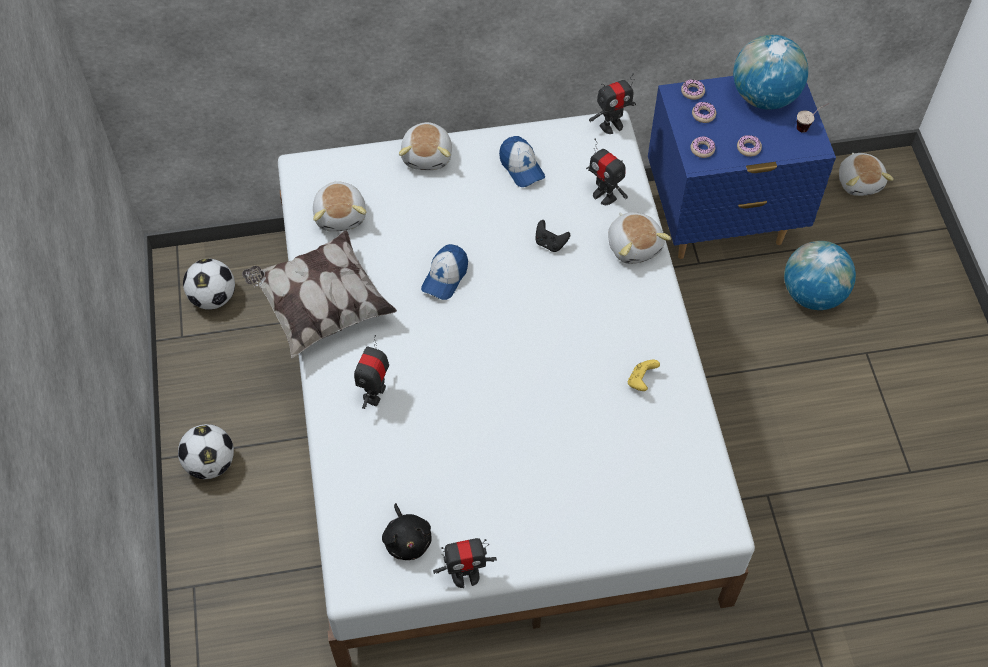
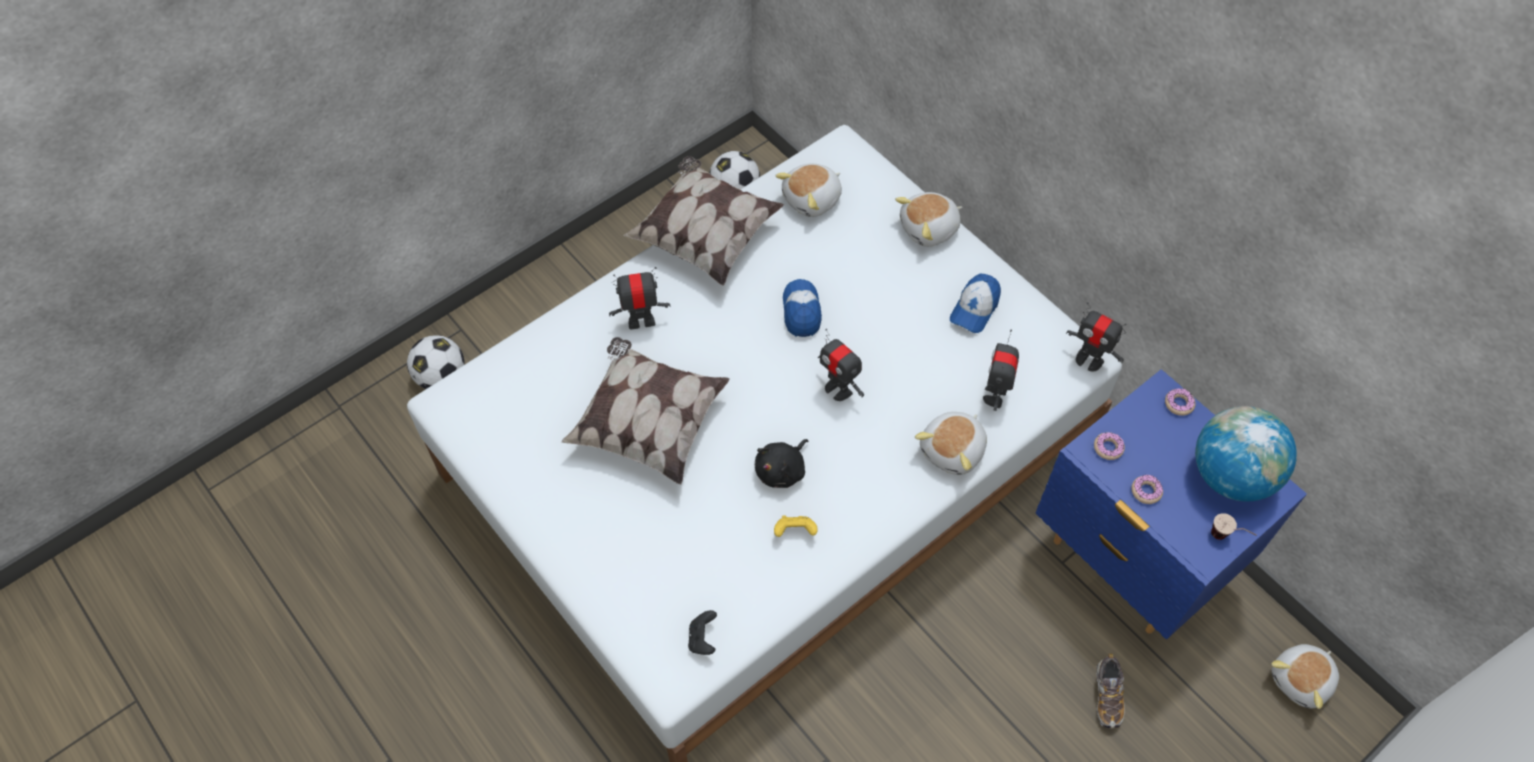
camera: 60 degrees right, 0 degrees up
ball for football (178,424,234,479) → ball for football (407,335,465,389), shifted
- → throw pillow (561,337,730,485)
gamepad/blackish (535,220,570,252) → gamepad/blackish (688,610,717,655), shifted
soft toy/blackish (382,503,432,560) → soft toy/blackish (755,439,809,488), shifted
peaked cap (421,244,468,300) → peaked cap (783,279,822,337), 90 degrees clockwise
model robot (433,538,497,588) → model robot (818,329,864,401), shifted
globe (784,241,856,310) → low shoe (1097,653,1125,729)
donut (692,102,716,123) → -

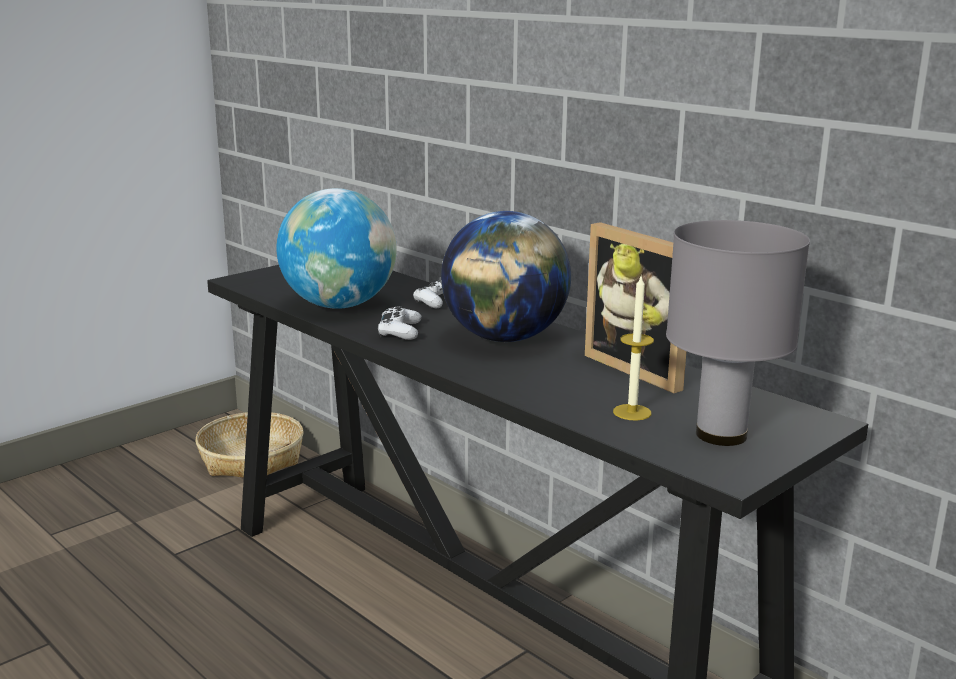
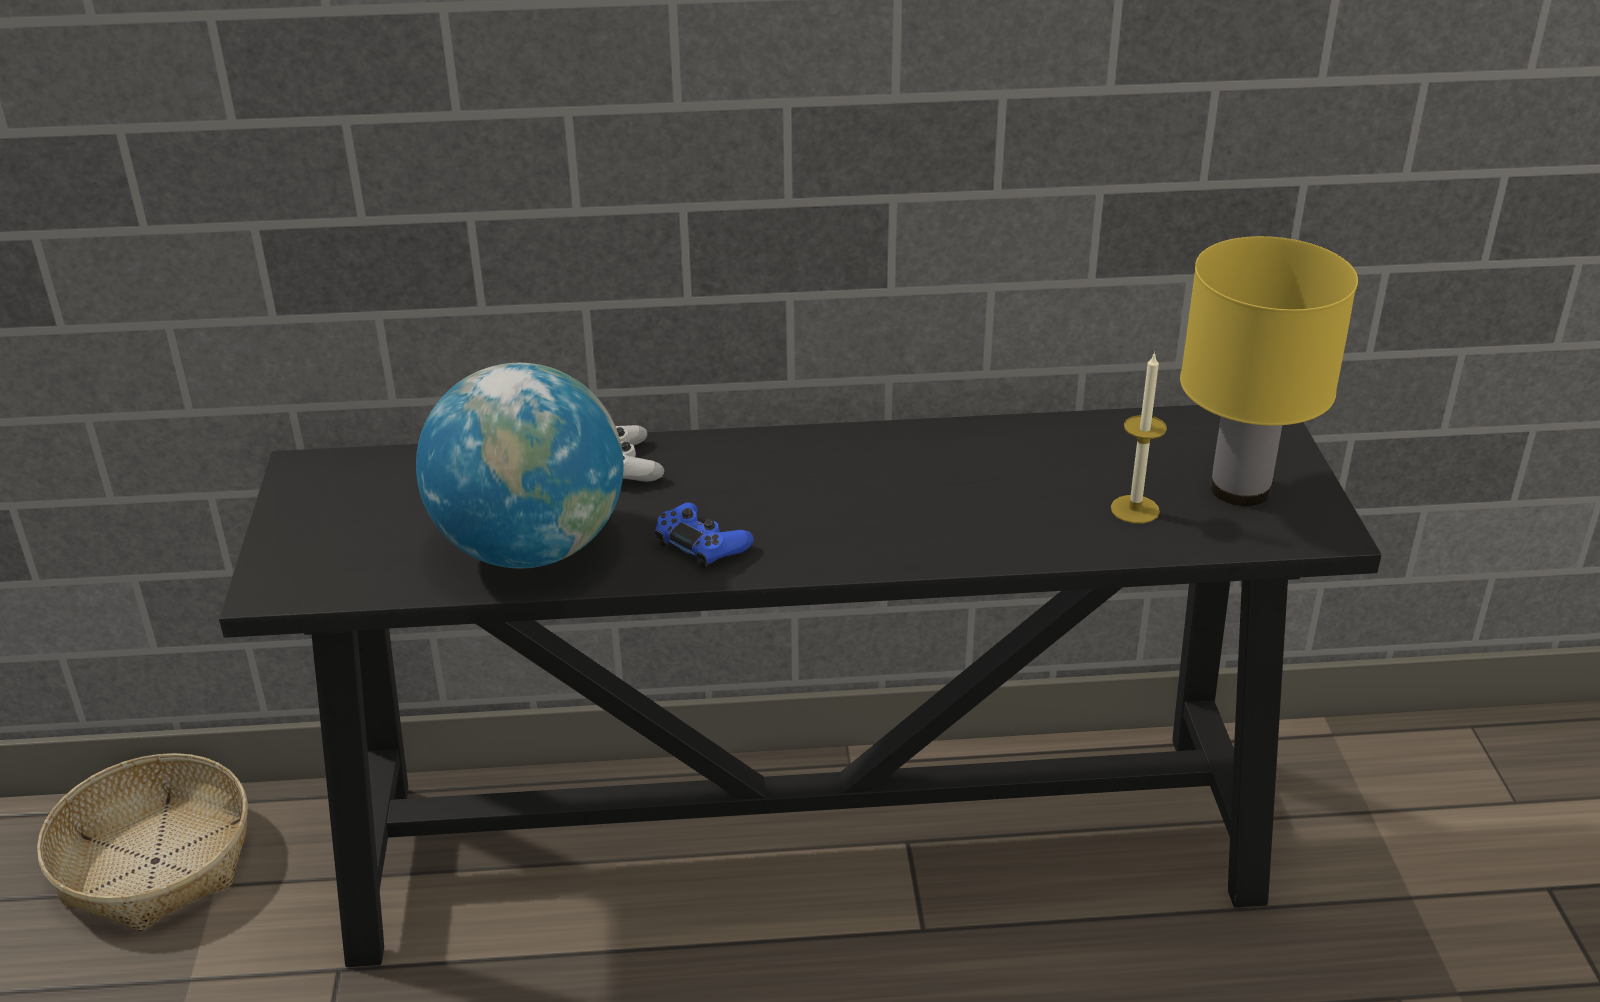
camera: 50 degrees left, 15 degrees up
gamepad/white (378,306,422,340) → gamepad/blue-coloured (655,503,754,568)
table lamp/greyish (666,220,810,446) → table lamp/yellow (1180,236,1358,506)
globe (441,211,571,342) → -
standing frame (585,222,687,393) → -

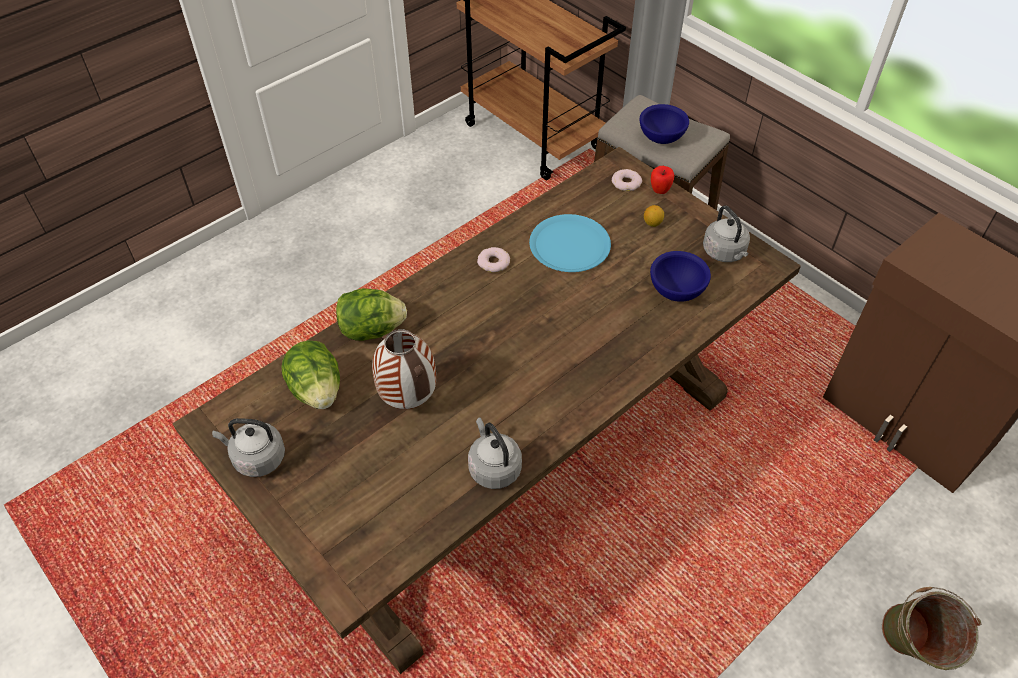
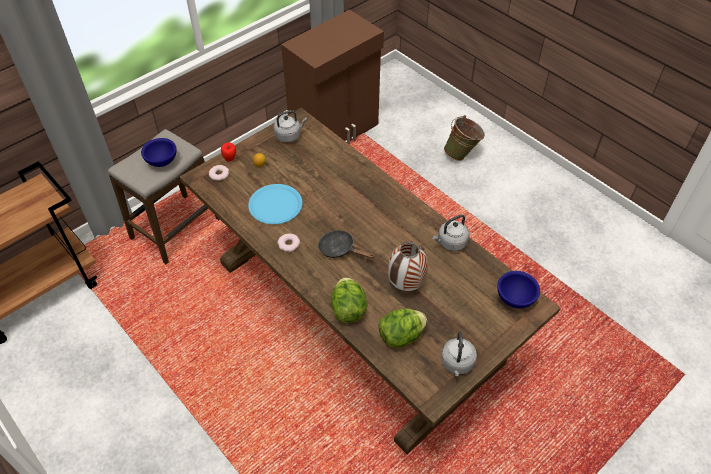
camera: 90 degrees left, 0 degrees up
- → pan/blackish (318,230,375,259)
deep dish/blue-coloured (650,251,711,302) → deep dish/blue-coloured (497,271,540,308), shifted

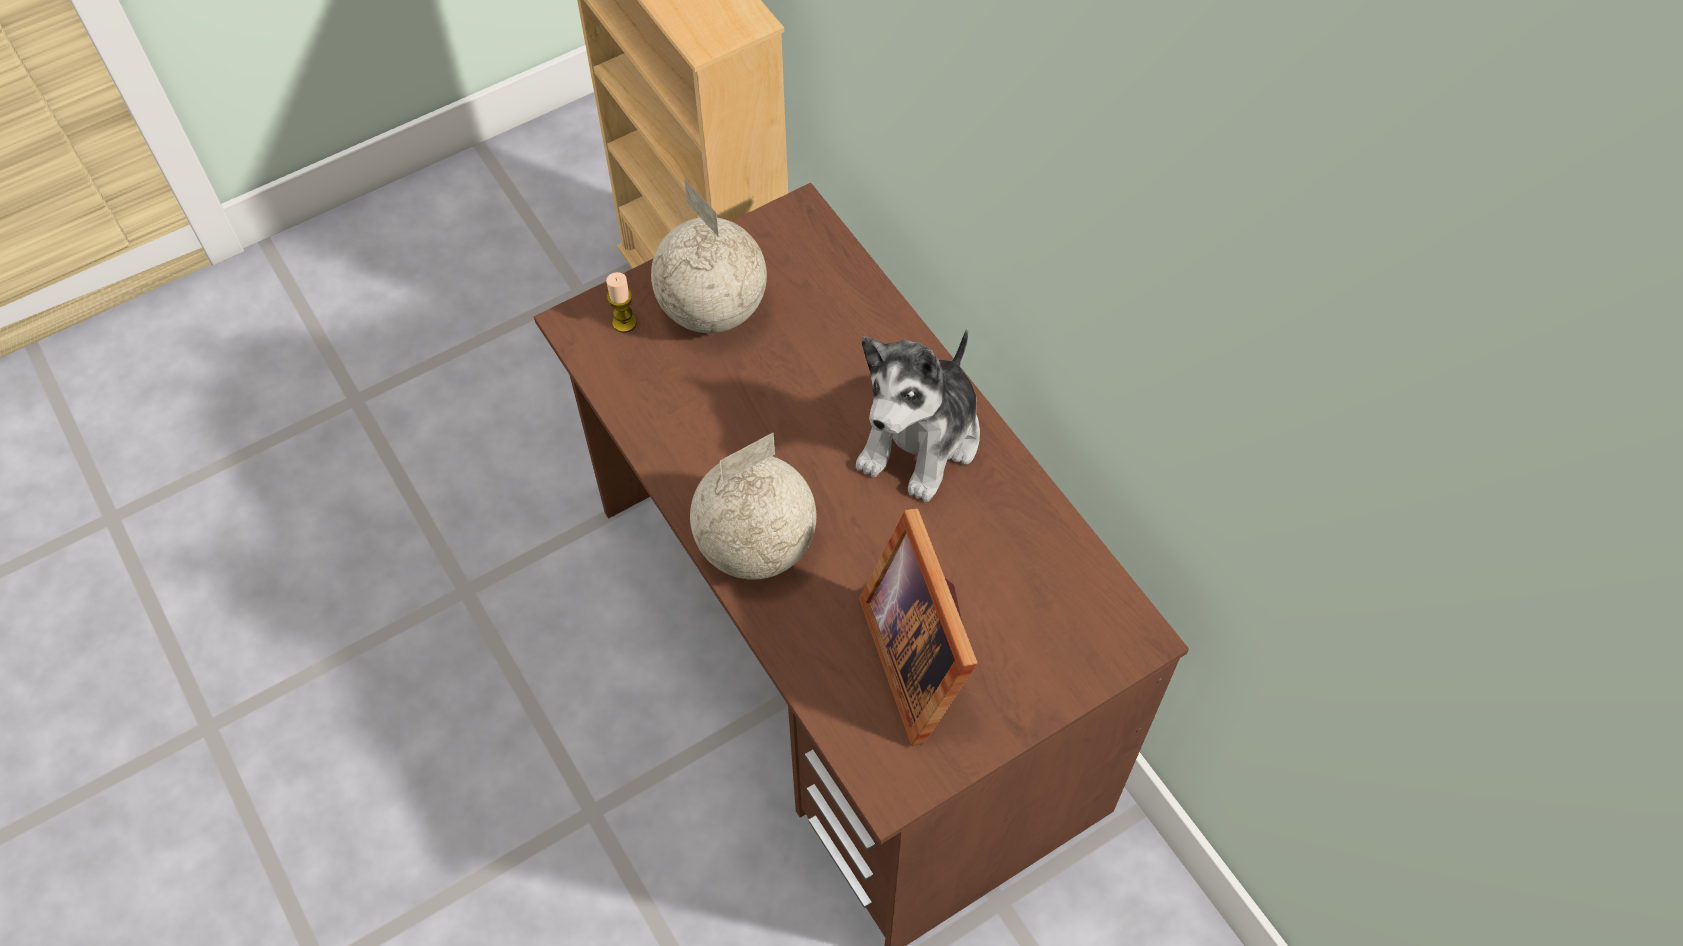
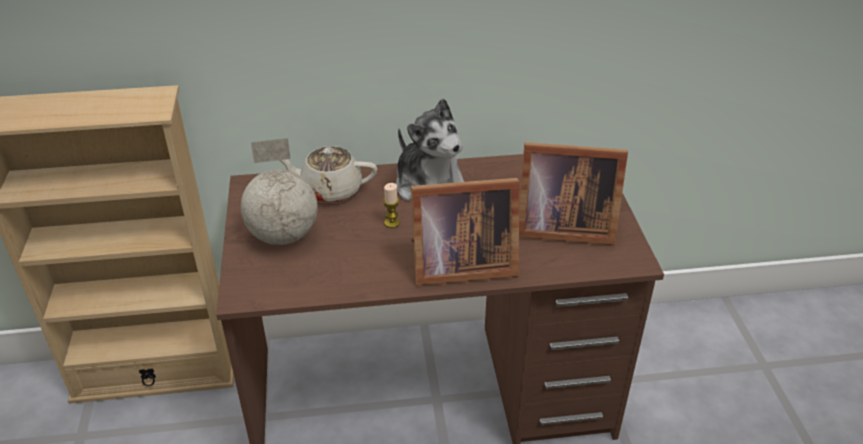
camera: 65 degrees left, 20 degrees down
- → tea pot/beige-coloured (279,146,377,203)
candle (606,272,637,333) → candle (383,183,400,228), shifted
globe (690,432,816,580) → standing frame (411,178,520,285)

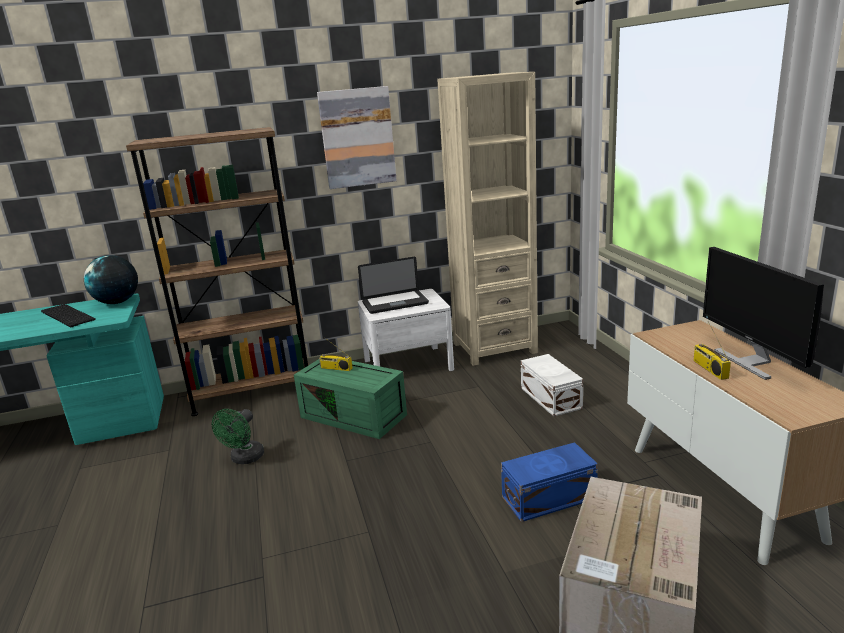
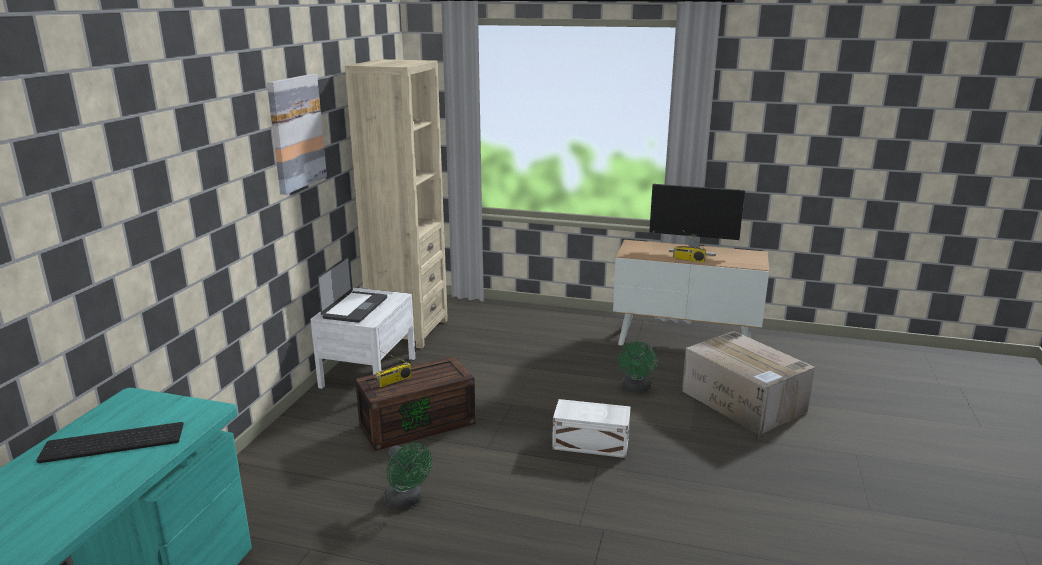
camera: 60 degrees left, 0 degrees up
storage container/green (294,359,407,439) → storage container/brown-coloured (355,356,476,451)
storage container/white (521,354,583,416) → storage container/white (552,399,631,458), shifted
storage container/blue-coloured (501,442,598,522) → fan/green (618,342,657,392)
globe (84,255,138,304) → -
shelving unit/brown-coloured (126,127,309,416) → -

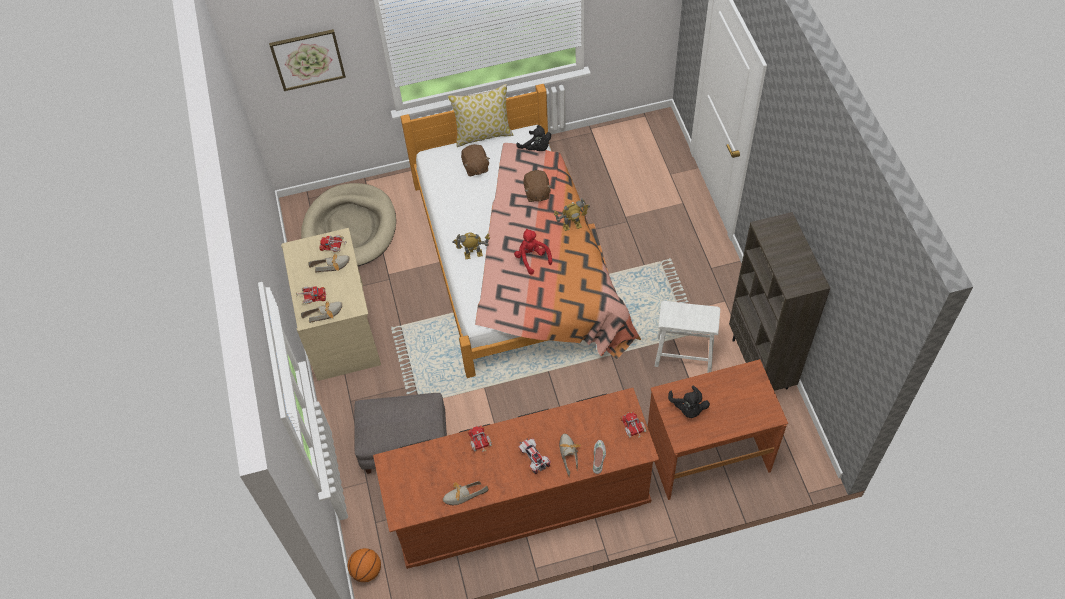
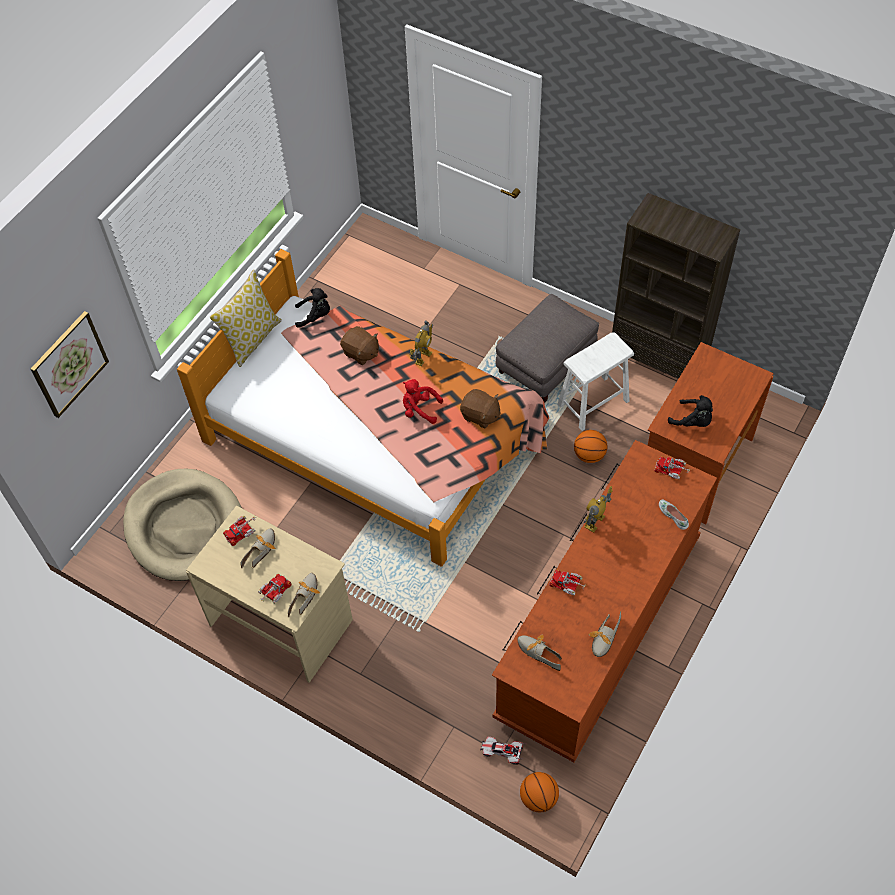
camera: 45 degrees left, 0 degrees up
soft toy/brown-coloured (461,144,490,176) → soft toy/brown-coloured (460,389,501,429), shifted
model car (518,438,551,474) → model car (480,737,526,765), shifted
pouffe/greyish (354,393,447,474) → pouffe/greyish (496,294,599,403), shifted
low shoe (559,434,581,476) → low shoe (517,635,562,671), shifted
- → basketball (574,430,607,463)
model robot (453,233,490,259) → model robot (584,486,613,533), shifted

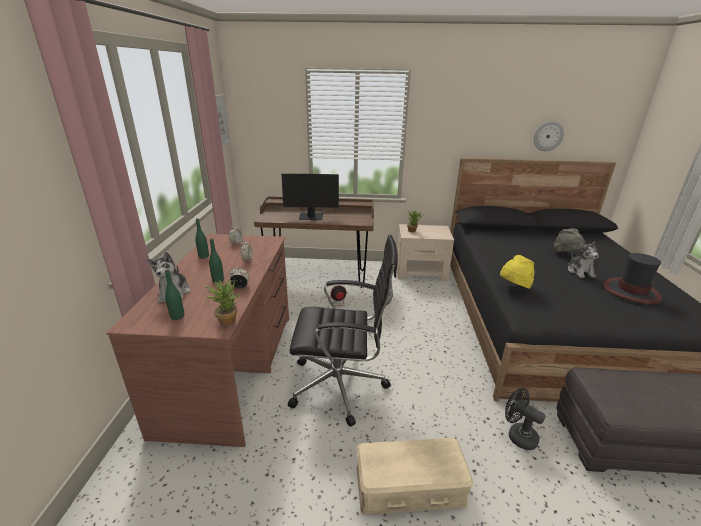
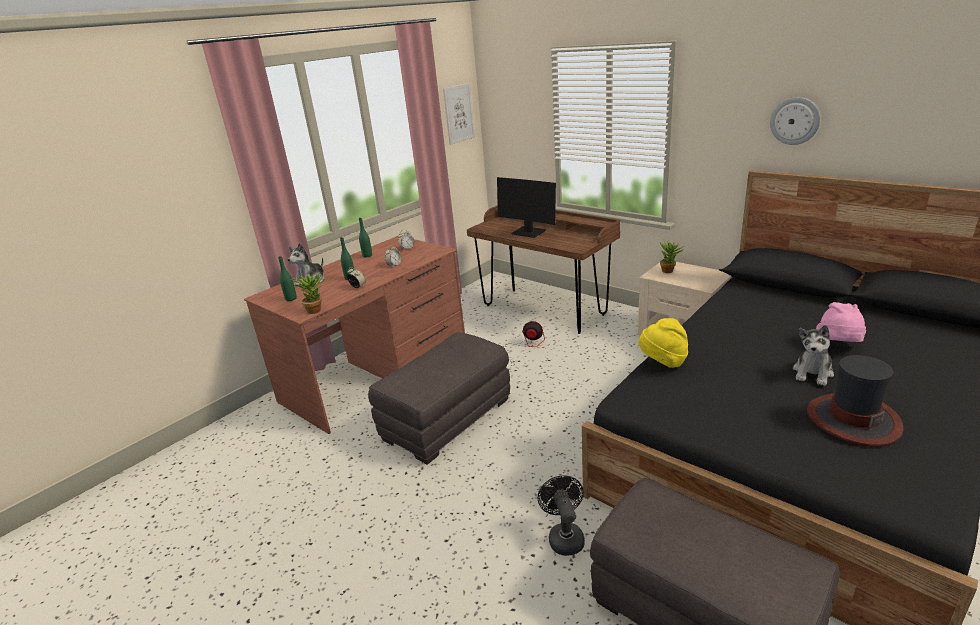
camera: 40 degrees right, 0 degrees up
computer chair/blackish (288,235,398,427) → pouffe/greyish (368,332,510,465)
wall clock (534,121,564,151) → wall clock (770,97,820,145), shifted
clothing hat/greyish (554,228,585,252) → clothing hat/pink (816,302,866,342)
storage container/beige-coloured (356,438,473,515) → -

